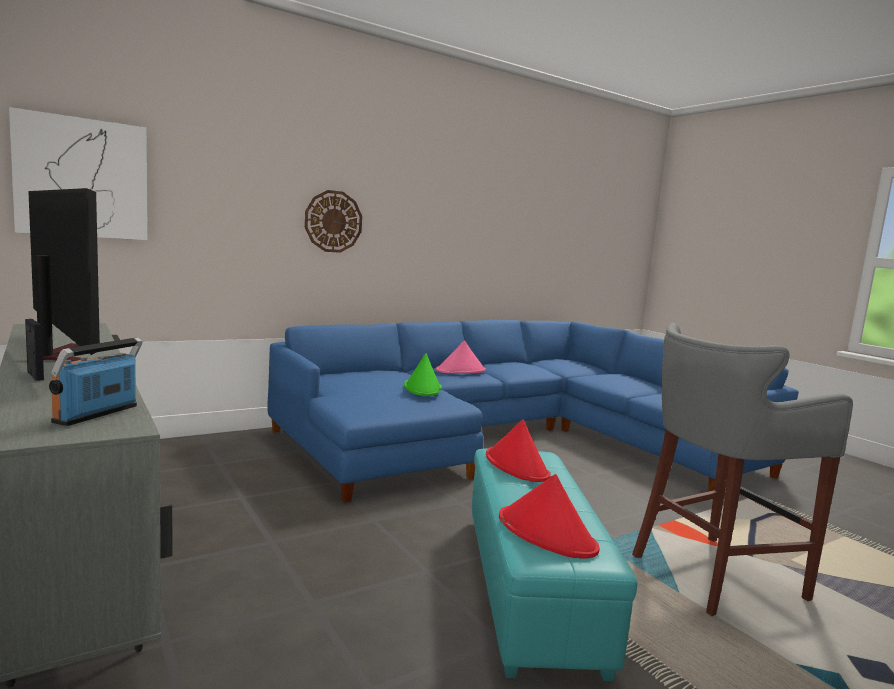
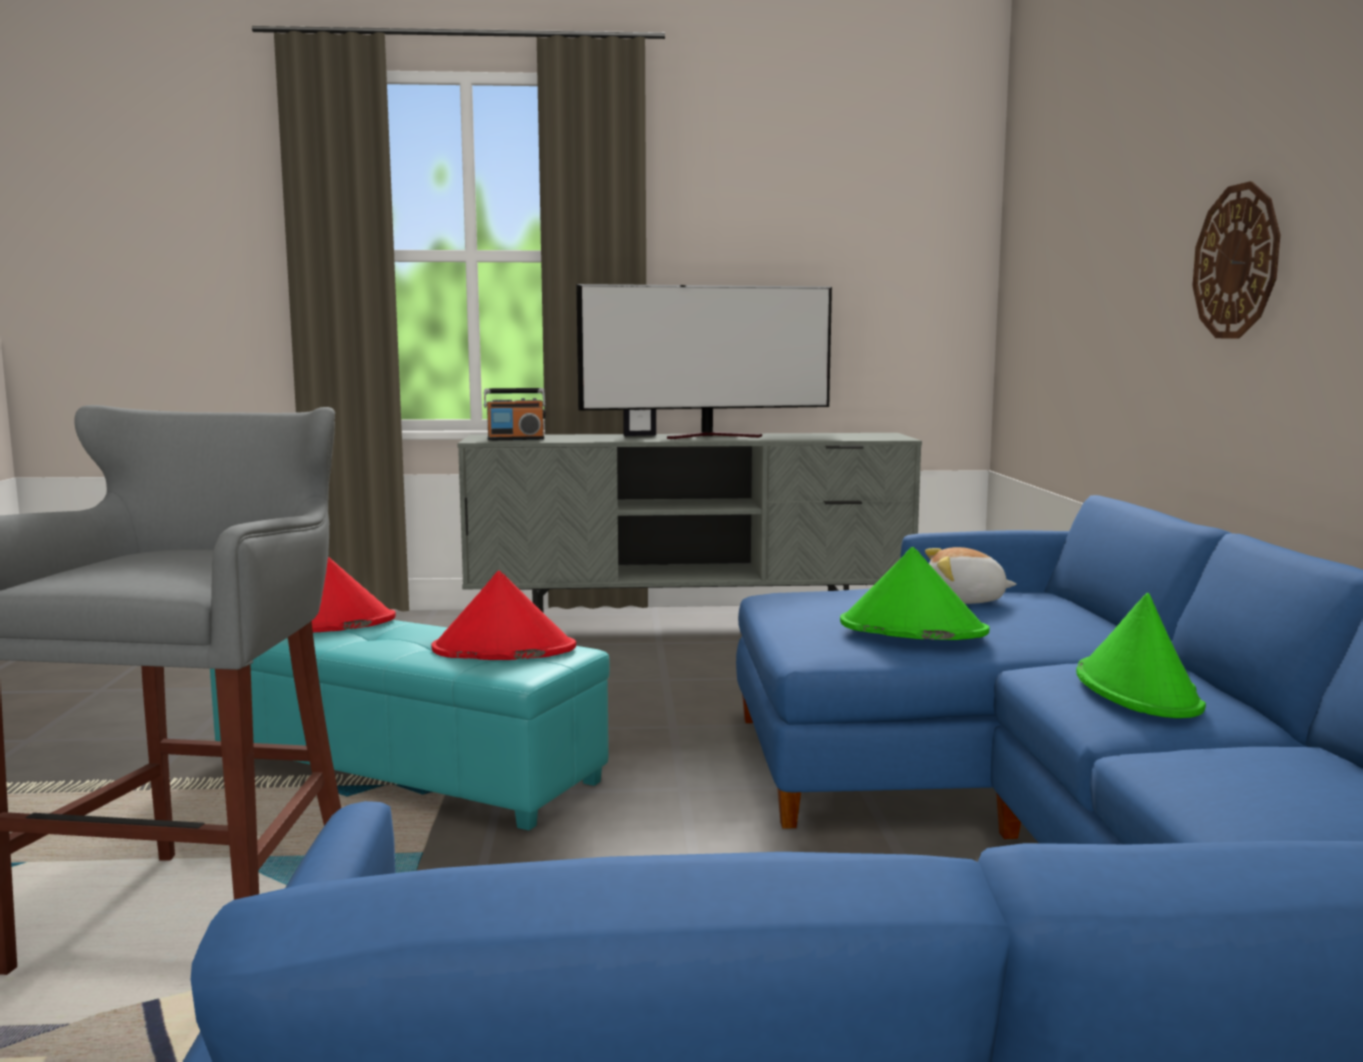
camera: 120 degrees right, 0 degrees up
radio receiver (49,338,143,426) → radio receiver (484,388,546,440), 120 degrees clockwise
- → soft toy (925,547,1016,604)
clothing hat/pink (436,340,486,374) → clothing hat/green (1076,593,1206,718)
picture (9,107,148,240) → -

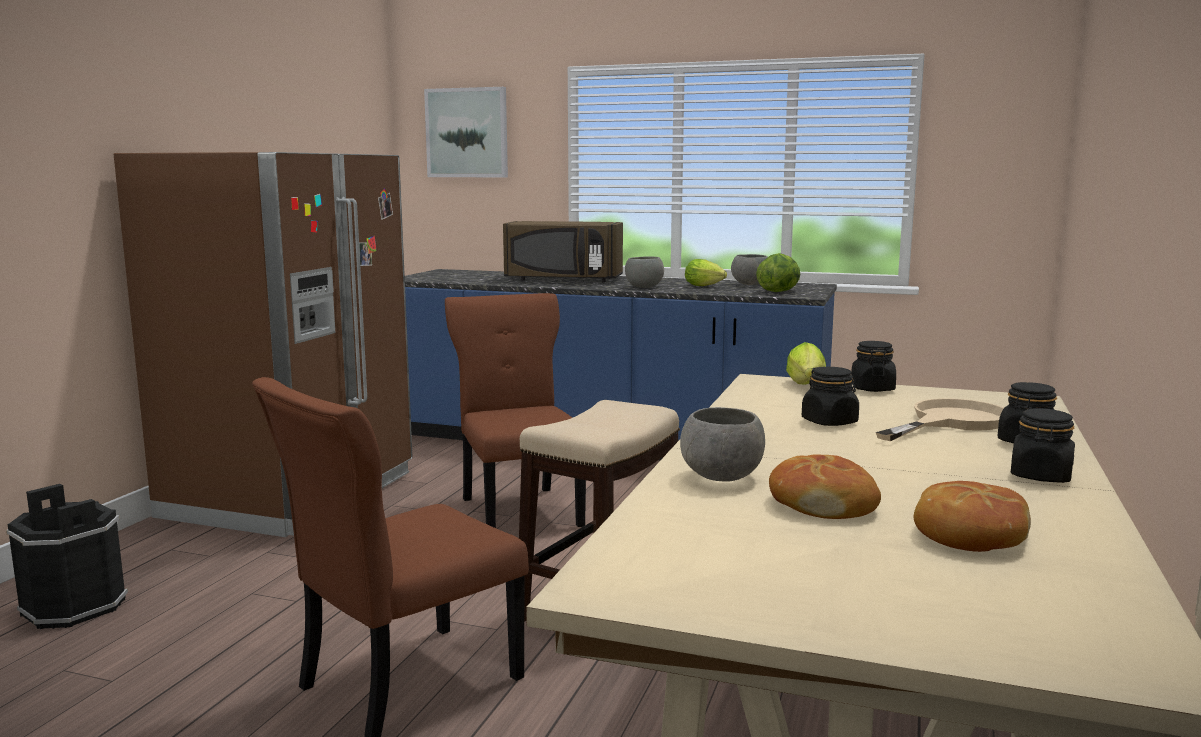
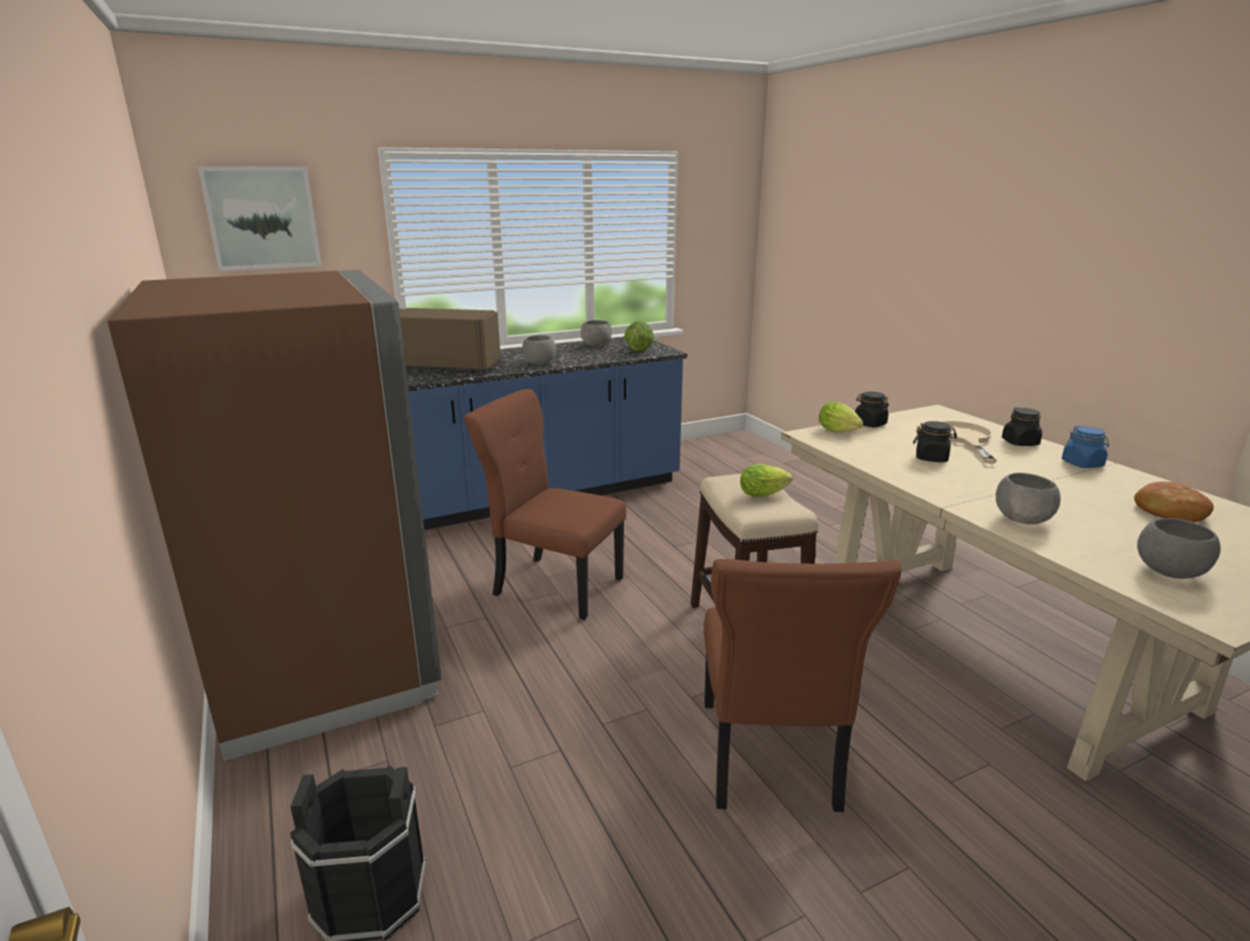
camera: 45 degrees left, 10 degrees up
microwave oven/brown-coloured (503,221,623,282) → microwave oven/brown-coloured (399,308,501,374), 135 degrees counterclockwise
head of lettuce (685,259,727,286) → head of lettuce (740,464,792,497), shifted
jar/blackish (1011,409,1075,483) → jar/blue-coloured (1062,426,1109,468)
- → deep dish/greyish (1137,518,1221,579)
bread (769,454,881,519) → -

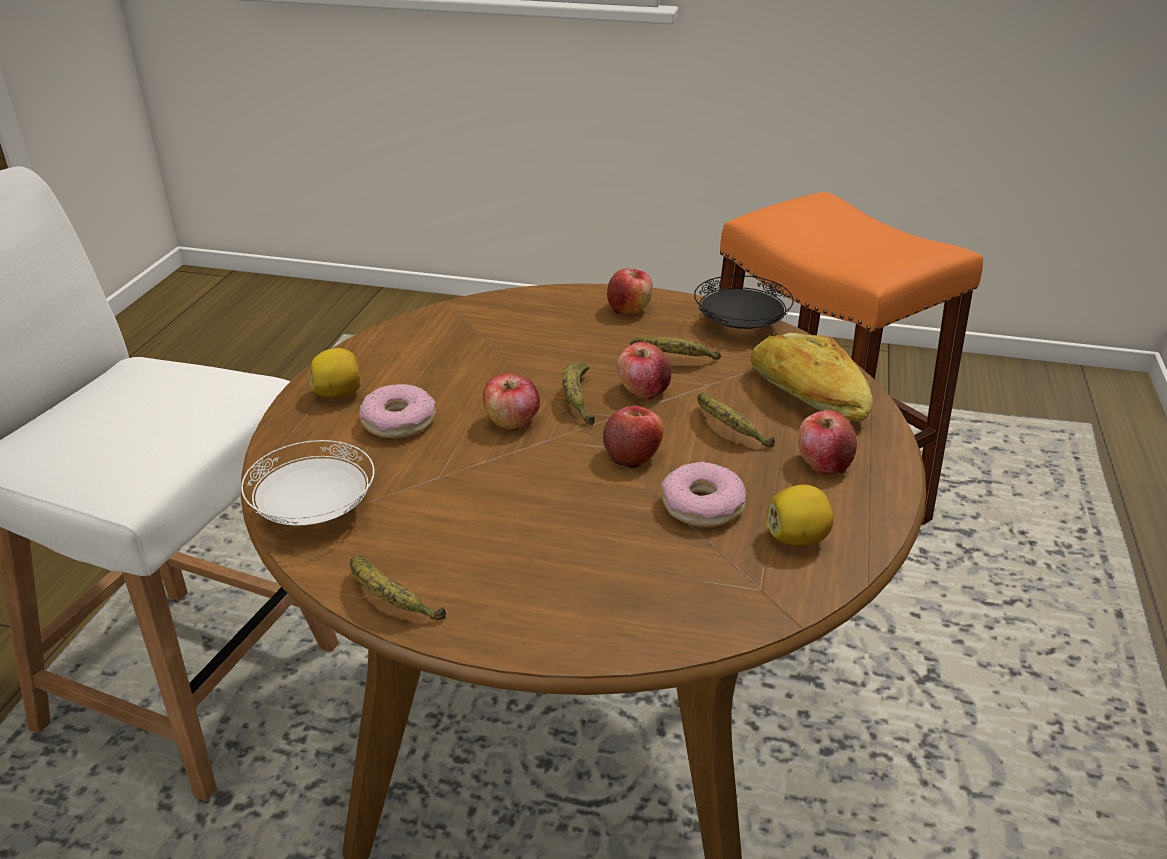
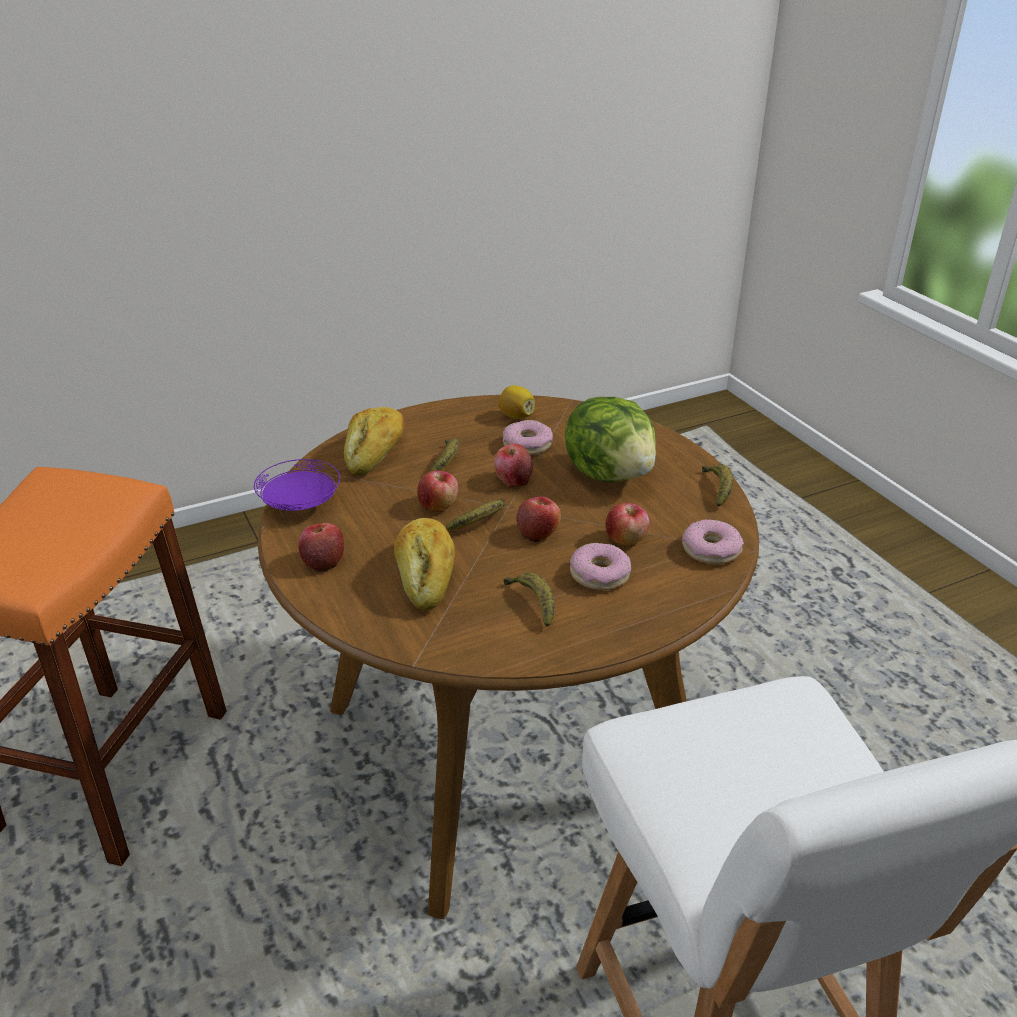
camera: 130 degrees left, 0 degrees up
plate/blackish (694,275,794,329) → plate/purple-coloured (254,459,340,511)
- → bread (394,518,455,610)
banana (630,337,721,360) → banana (504,572,554,627), shifted
- → head of lettuce (565,397,656,482)
apple (798,410,857,475) → apple (605,502,650,546), shifted
plate/white (241,440,375,526) → donut (682,519,744,565)
citrus fruit (310,348,361,398) → -

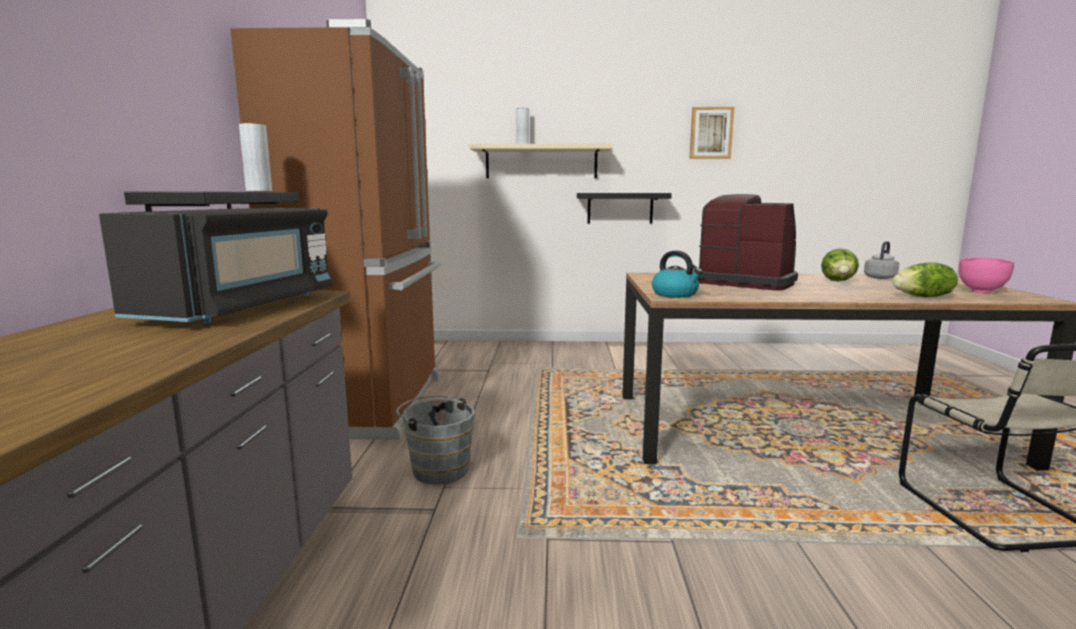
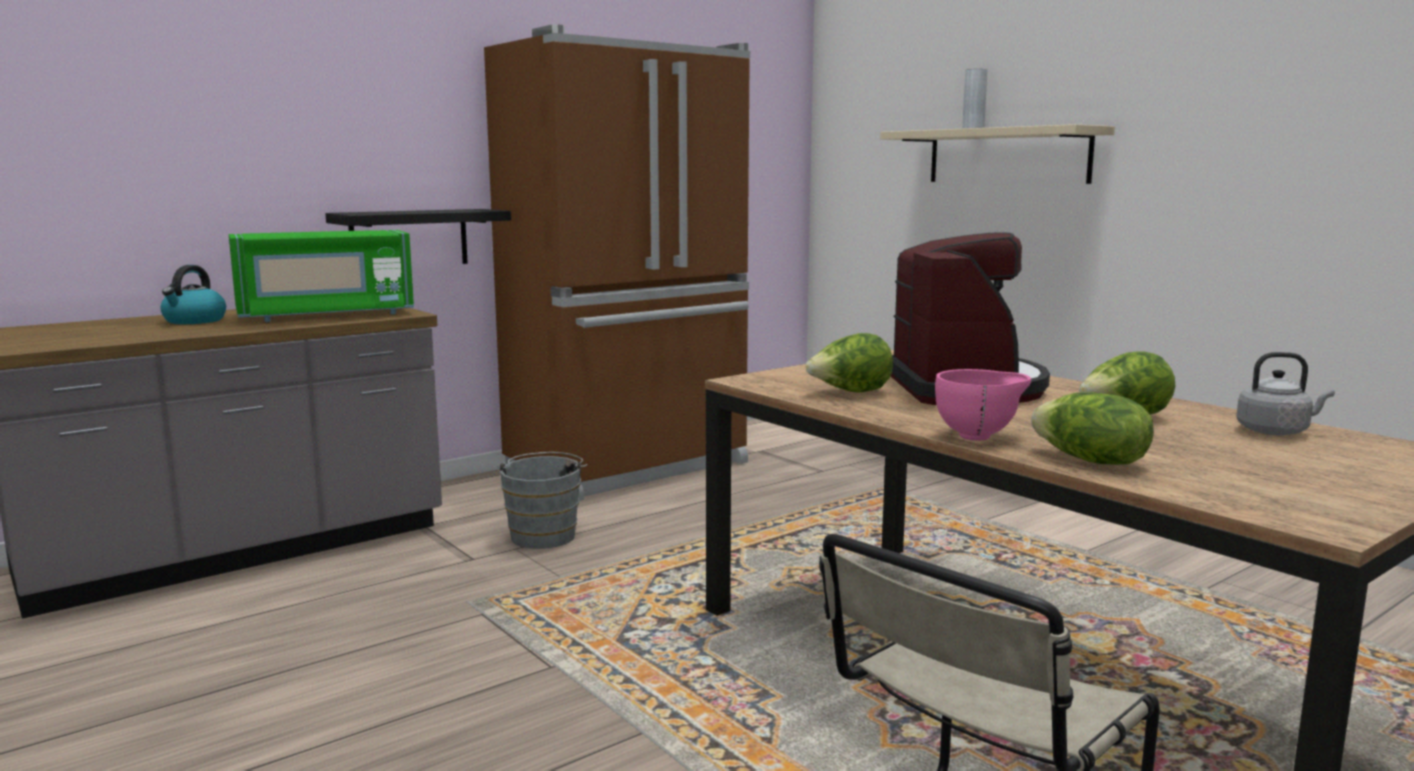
camera: 50 degrees right, 0 degrees up
kettle (652,251,703,298) → kettle (161,265,226,324), shifted
microwave oven/blackish (99,208,333,324) → microwave oven/green (229,230,414,322)
- → head of lettuce (805,333,893,393)
deep dish/pink (959,258,1014,293) → deep dish/pink (935,369,1031,441), shifted
flower vase/greyish (239,123,272,192) → -
shelf/blackish (577,193,672,224) → -
picture (689,107,734,159) → -

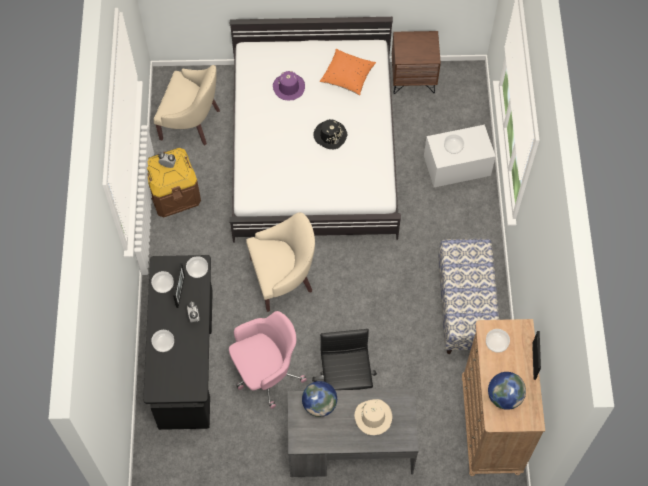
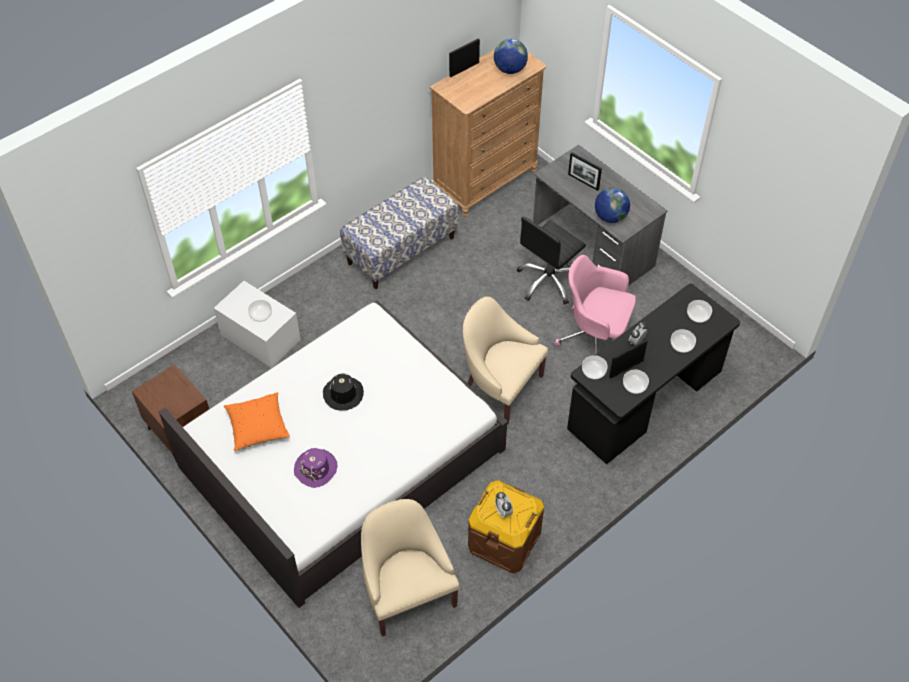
camera: 130 degrees left, 10 degrees down
clothing hat/beige-coloured (354,399,392,435) → standing frame (568,152,602,191)
deep dish (486,329,510,353) → deep dish (687,300,712,323), shifted

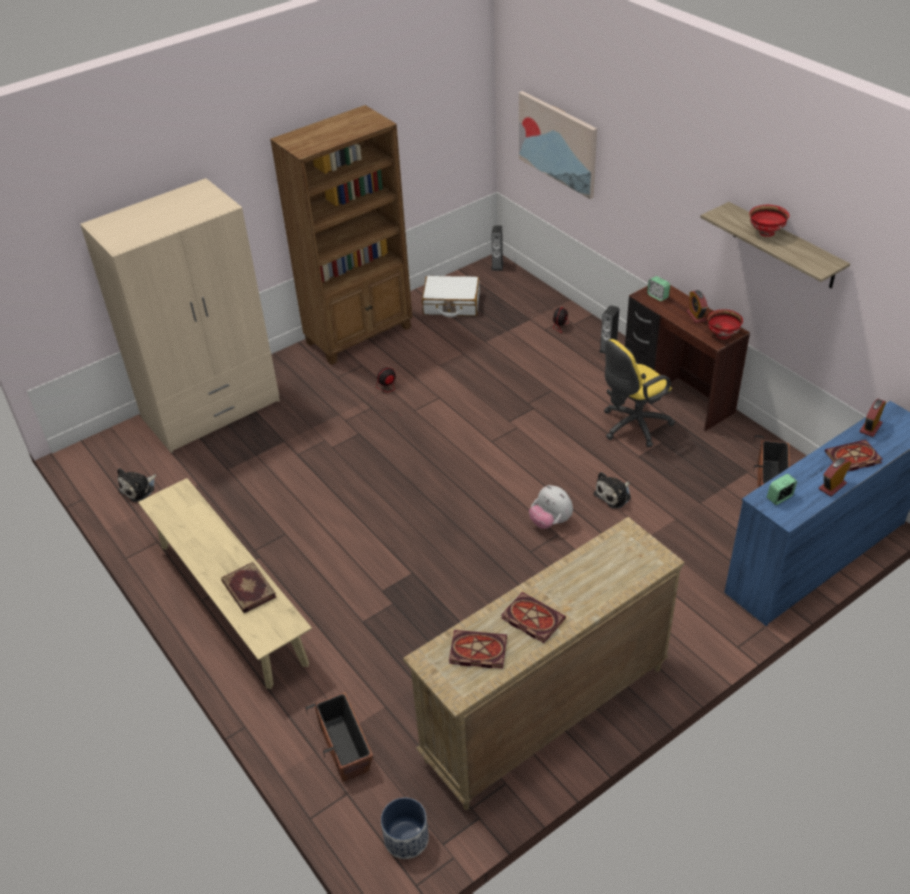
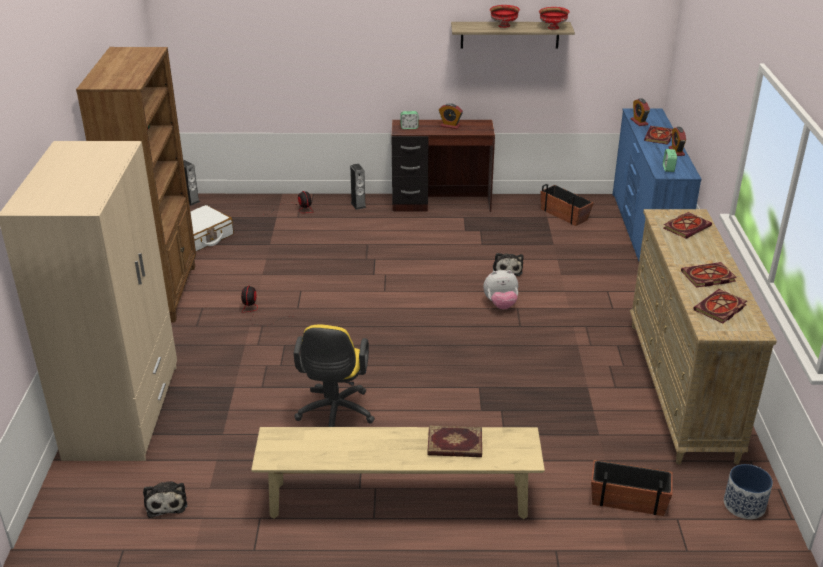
camera: 55 degrees left, 10 degrees down
computer chair/yellow (604,339,675,447) → computer chair/yellow (294,325,375,427), shifted
deep dish/red-coloured (707,309,743,339) → deep dish/red-coloured (539,7,569,30), shifted
- → bound book (664,212,712,239)
picture (519,91,597,199) → -

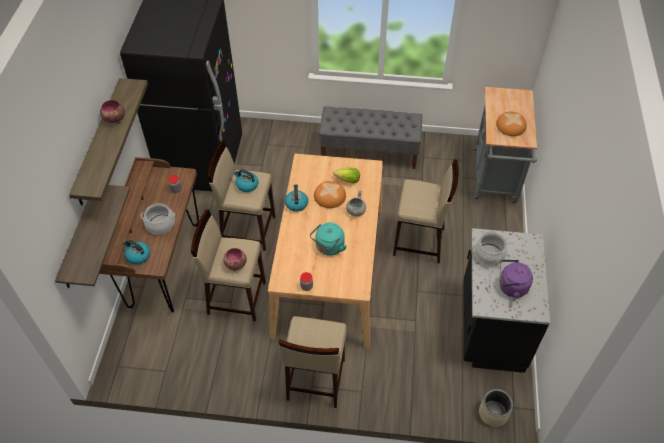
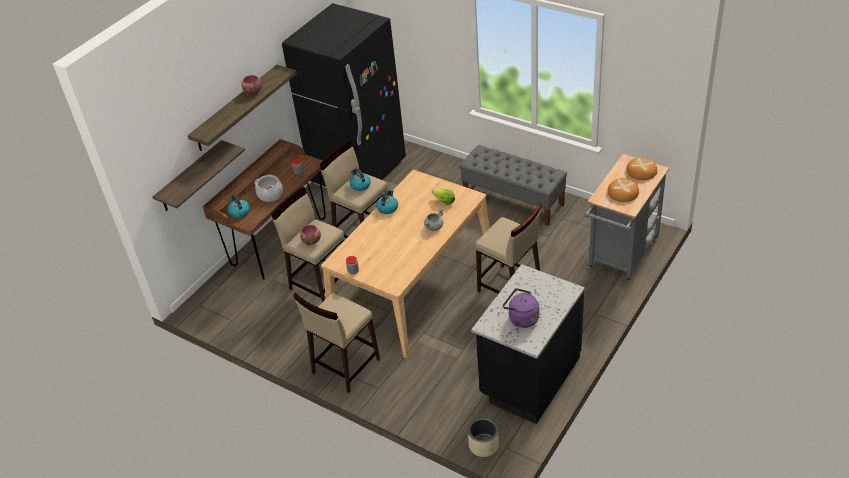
camera: 30 degrees right, 10 degrees down
bread (314,181,346,208) → bread (626,157,658,180), shifted
kettle/blue-green (310,222,347,256) → -
saucepot (475,231,508,265) → -

